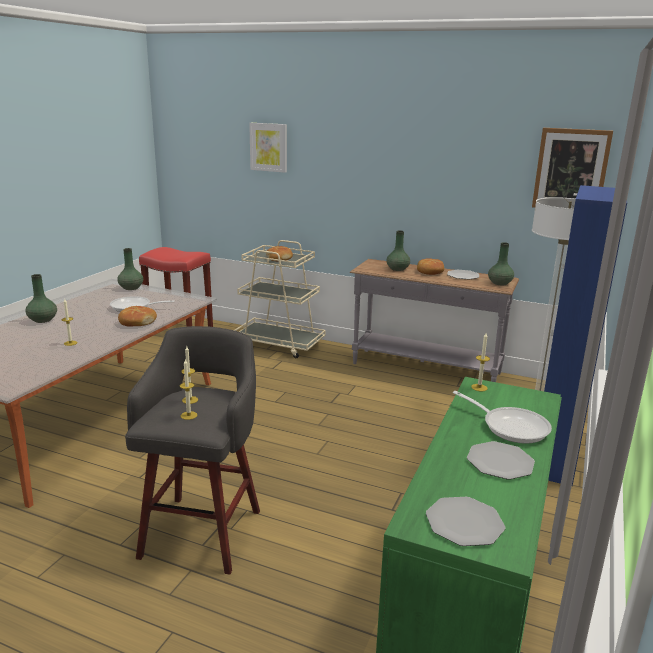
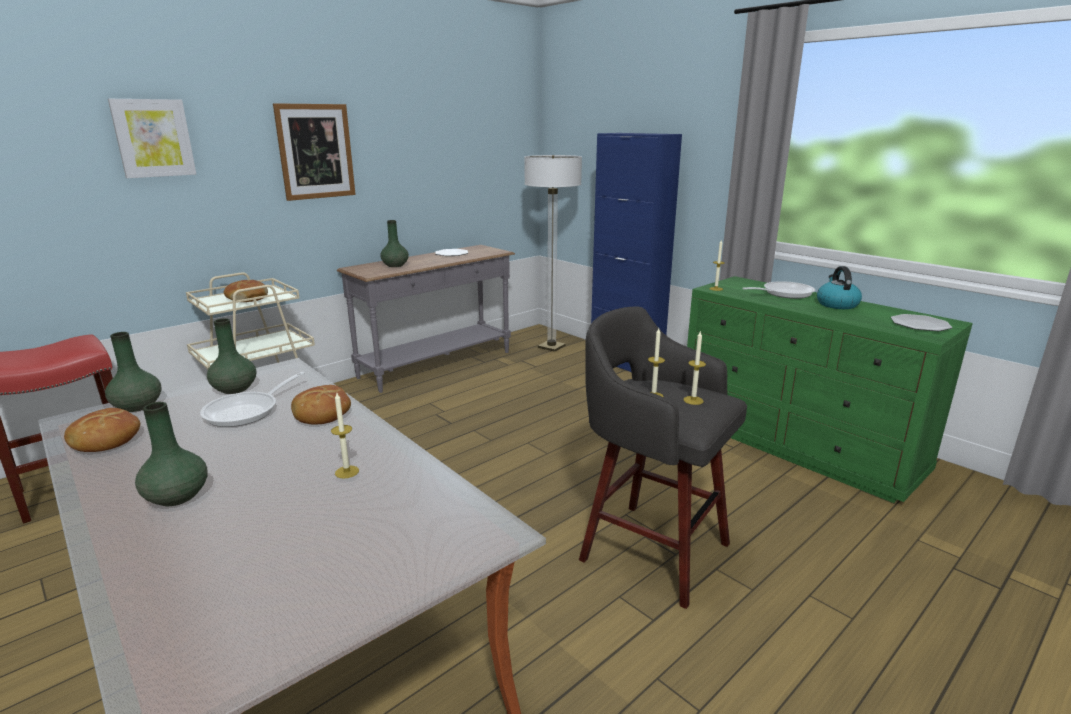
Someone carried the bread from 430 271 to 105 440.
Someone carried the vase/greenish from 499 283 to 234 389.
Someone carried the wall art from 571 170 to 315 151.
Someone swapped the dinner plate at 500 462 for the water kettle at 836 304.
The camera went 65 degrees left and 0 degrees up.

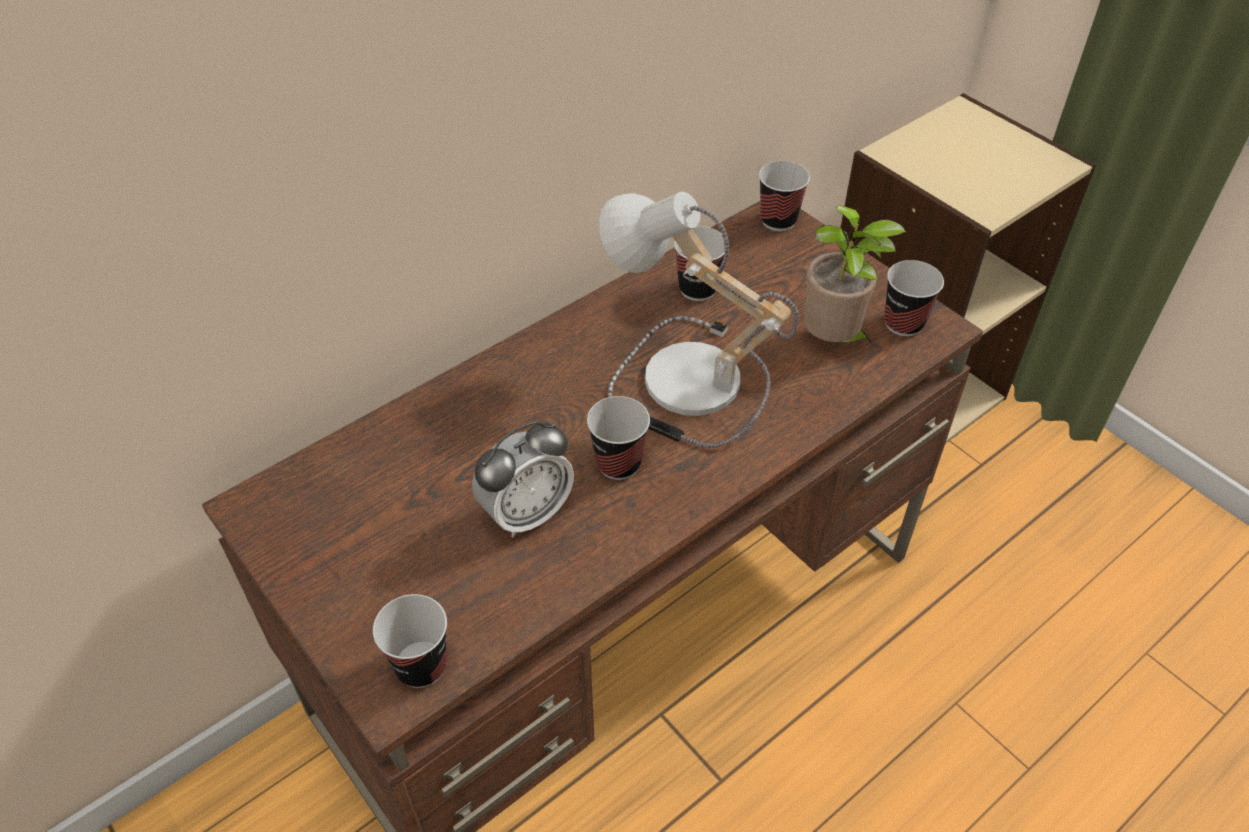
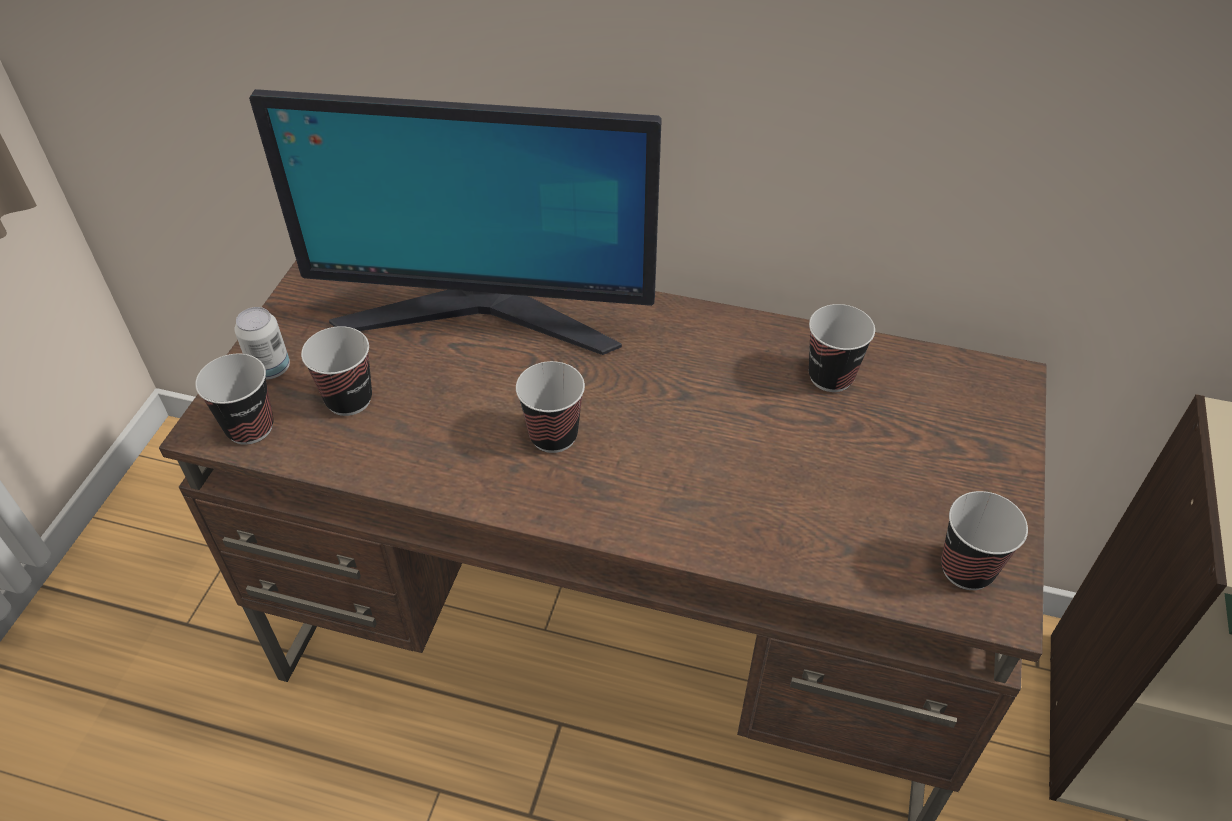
Someone took away the table clock at 526 513.
Someone took away the lamp for a table at 681 384.
Someone took away the potted plant at 833 341.
Someone put down the can at 270 369.
Someone put down the monitor at 483 314.
Someone carried the drinking cup from 778 220 to 349 399.
The camera went 55 degrees right and 0 degrees up.

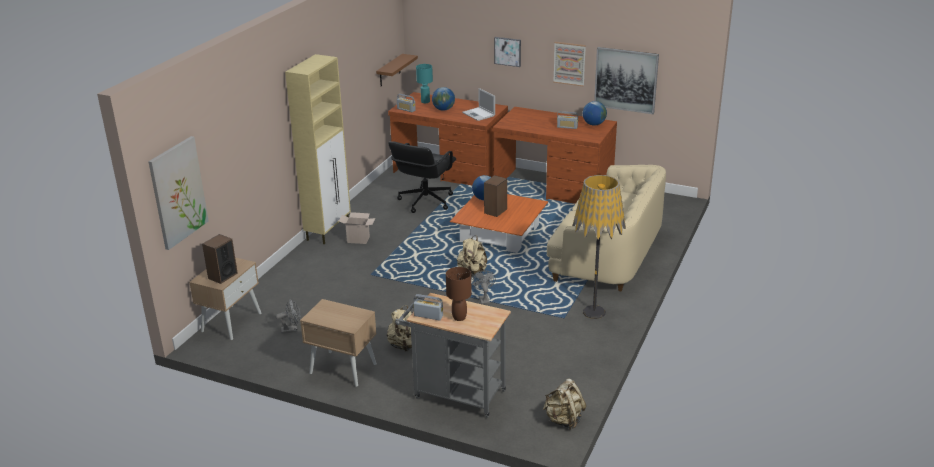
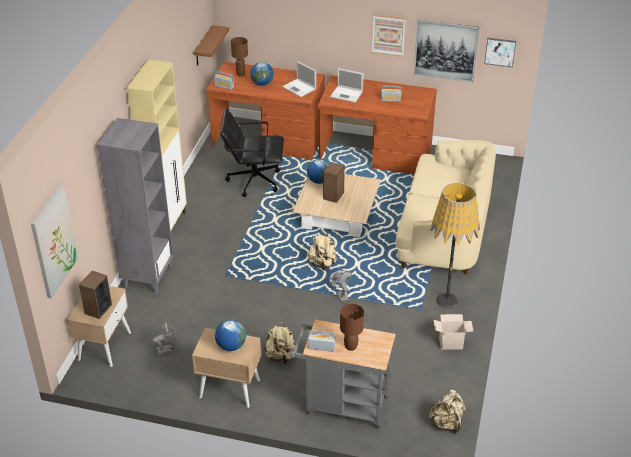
Someone put down the shelving unit/gray at 147 277.
Someone put down the notebook computer at 347 94.
Someone carried the carton from 359 239 to 451 343.
Someone carried the wall art from 508 51 to 500 51.
Someone carried the desk globe from 594 124 to 231 346.
Someone repainted the lamp for a table/turquoise-coloured at 425 101, which became the lamp for a table/brown-coloured at 241 74.
Someone repainted the coffee table/orange at 500 233, which became the coffee table/beige-coloured at 337 215.
Someone rotated the desk chair/blackish at 425 201 by 75 degrees clockwise.
The camera went 10 degrees left and 10 degrees up.

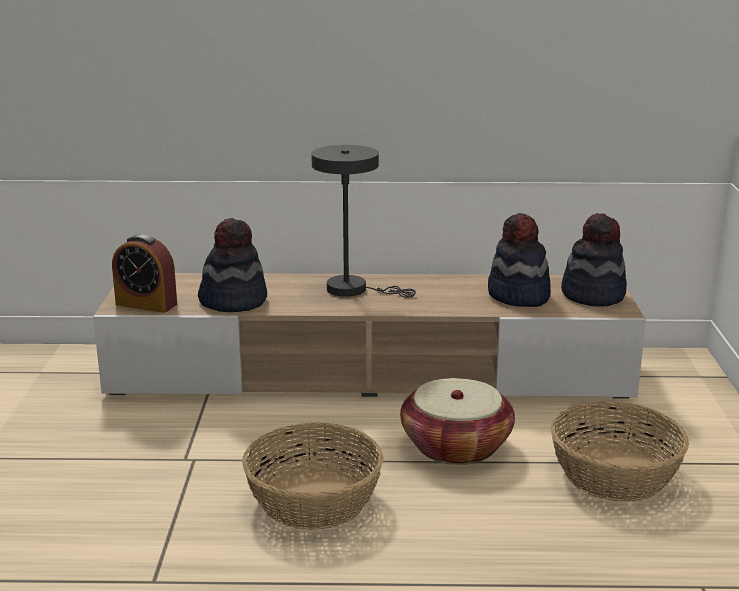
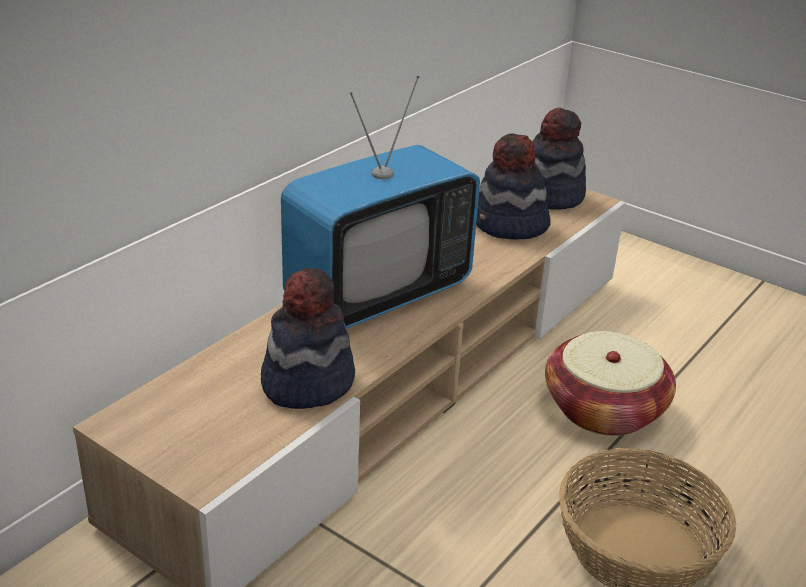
Someone took away the table clock at 146 304.
Someone took away the basket at 615 475.
Someone swapped the lamp for a table/gray at 354 289 for the TV at 378 294.
The camera went 55 degrees left and 10 degrees up.

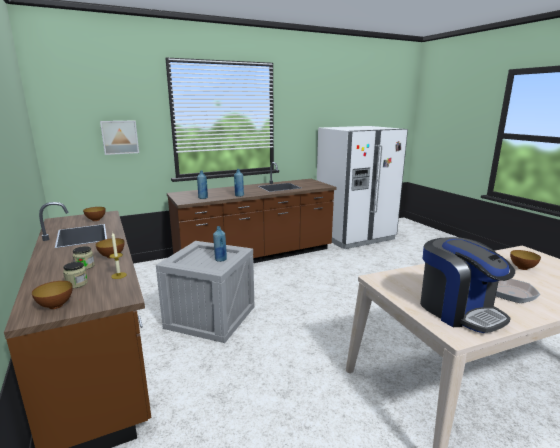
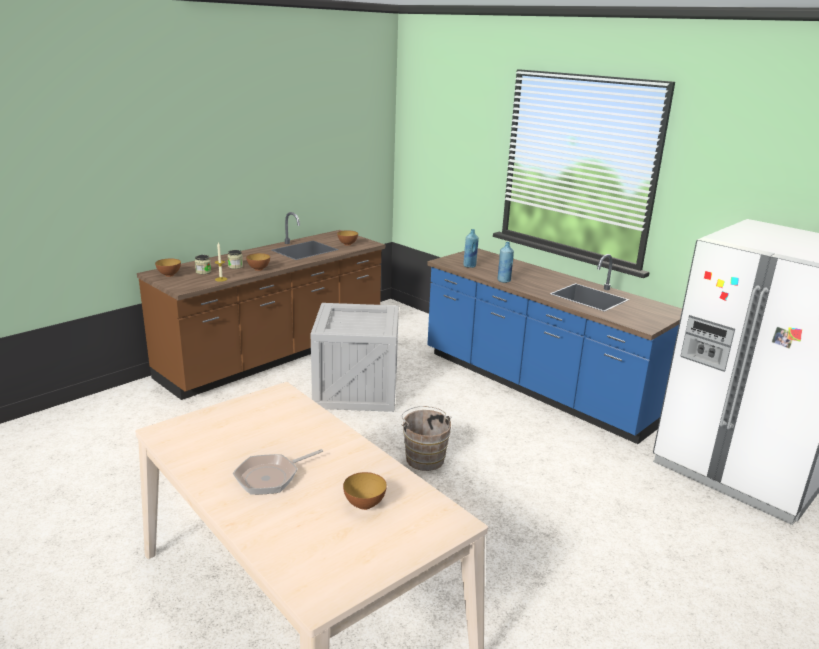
Someone took away the wall art at 120 137.
Someone took away the bottle/bluish at 220 259.
Someone took away the coffee maker at 458 310.
Someone put down the bucket/brown-coloured at 424 458.
Someone repainted the counter/brown-coloured at 255 256, which became the counter/bluish at 537 387.
The camera went 70 degrees right and 5 degrees up.

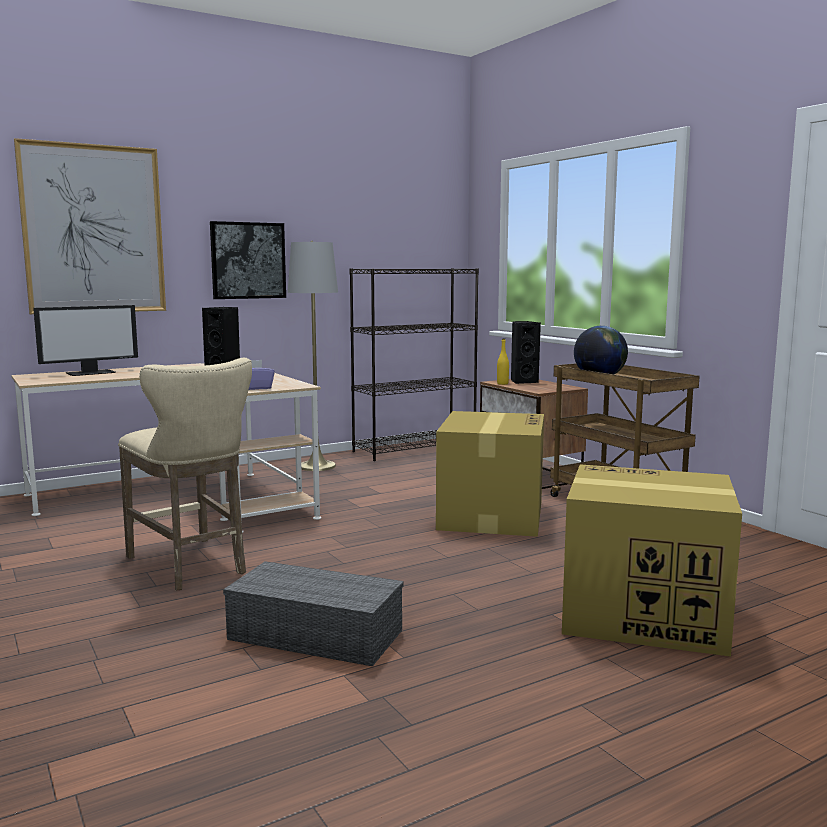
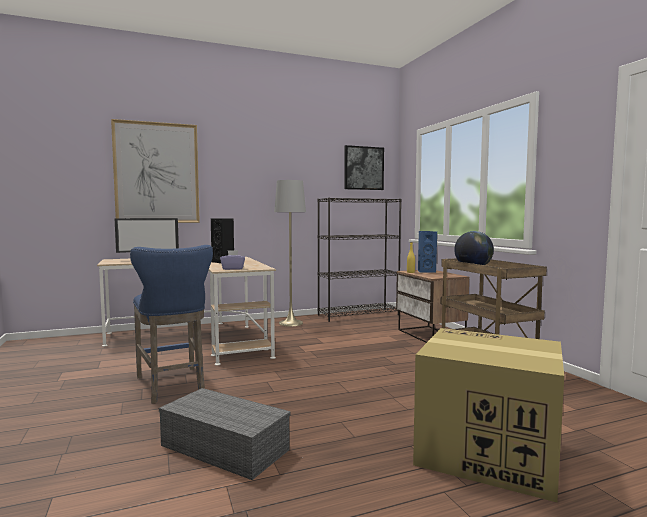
Someone took away the carton at 491 515.
Someone carried the wall art from 248 260 to 363 168.
Someone repainted the stool/beige-coloured at 191 566, which became the stool/bluish at 172 386.
Someone repainted the speaker/blackish at 523 381, which became the speaker/bluish at 425 271.
The camera went 10 degrees right and 5 degrees down.

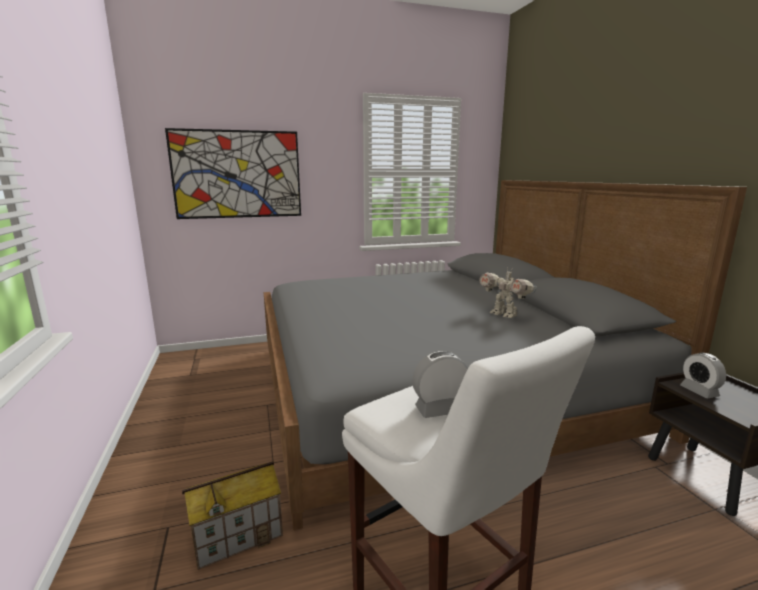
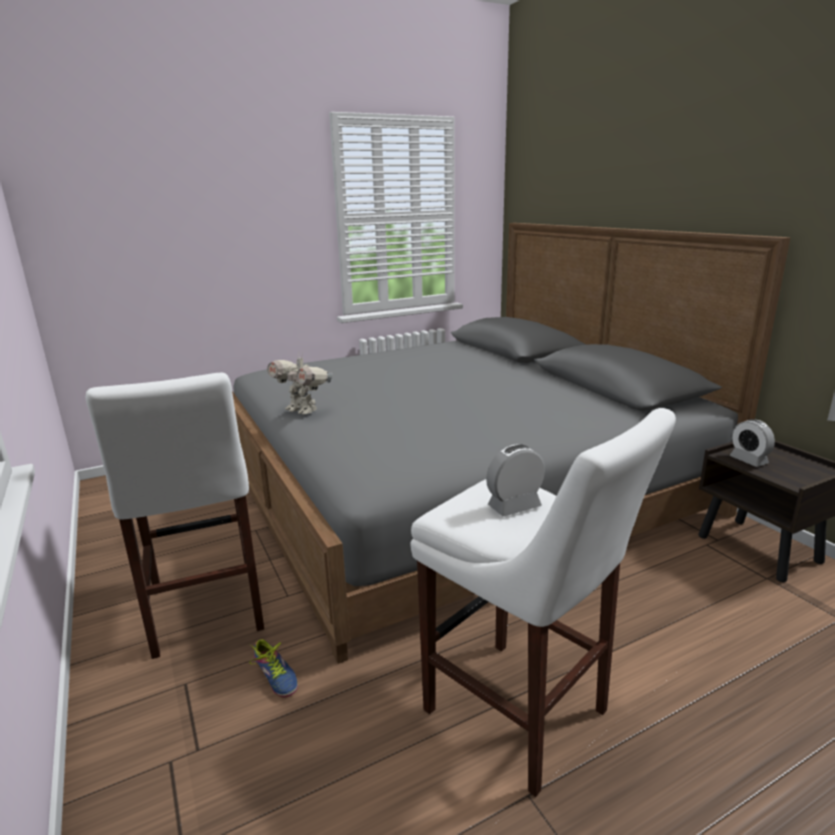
Someone took away the wall art at 237 174.
Someone put down the stool/whitish at 206 614.
Someone carried the toy robot from 504 315 to 303 410.
Someone swapped the miniature house at 237 534 for the low shoe at 273 677.
The camera went 10 degrees left and 5 degrees up.

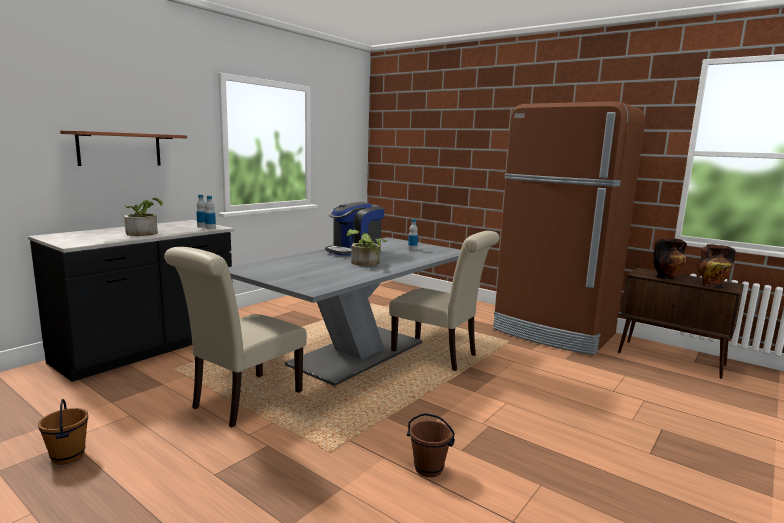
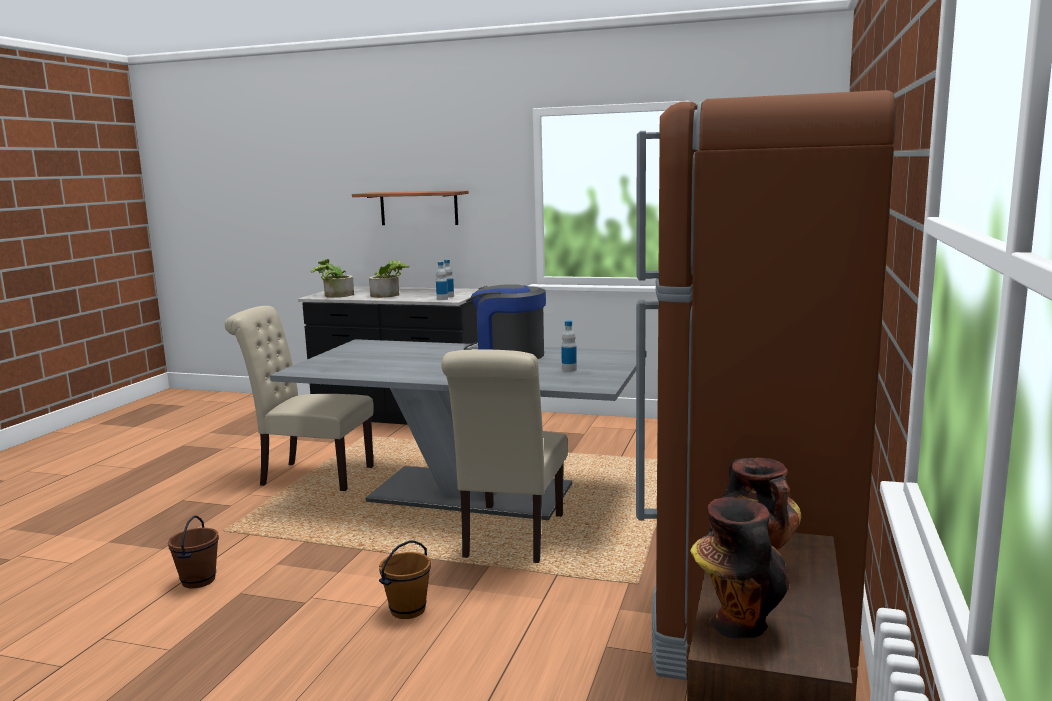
Someone carried the bucket/brown-coloured from 67 456 to 407 610.
Someone carried the potted plant from 365 263 to 334 295.
The camera went 70 degrees right and 0 degrees up.

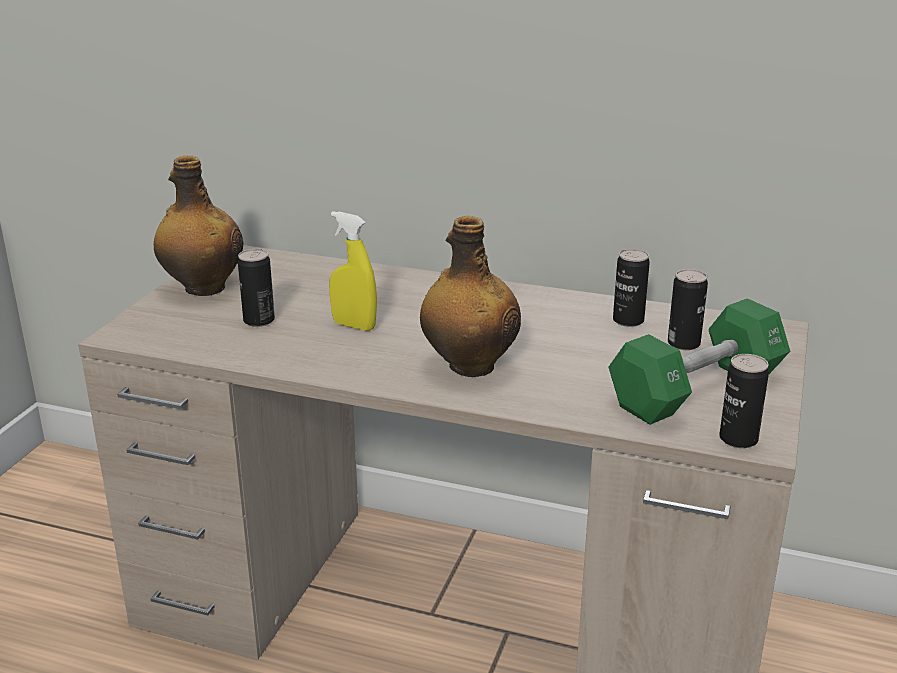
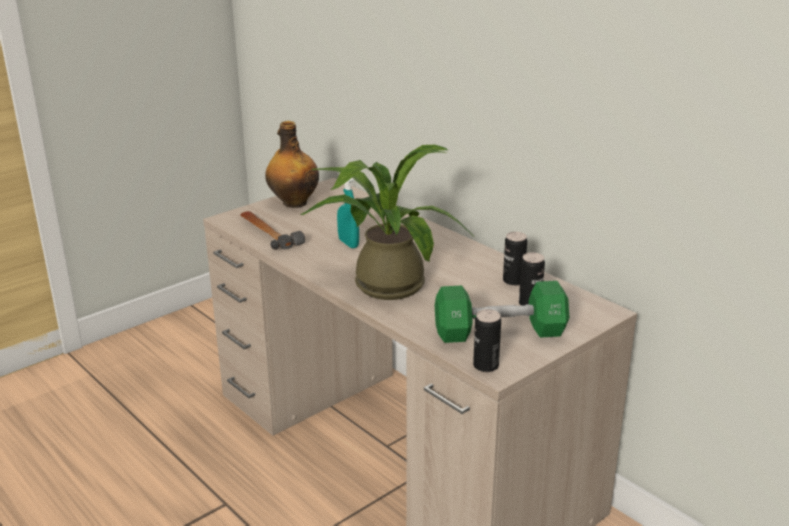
Someone took away the can at 259 320.
Someone put down the hammer at 268 233.
Someone swapped the bottle at 469 366 for the potted plant at 384 282.
Someone repainted the sprayer/yellow-coloured at 354 326, which became the sprayer/turquoise-coloured at 348 243.
The camera went 30 degrees right and 0 degrees up.

